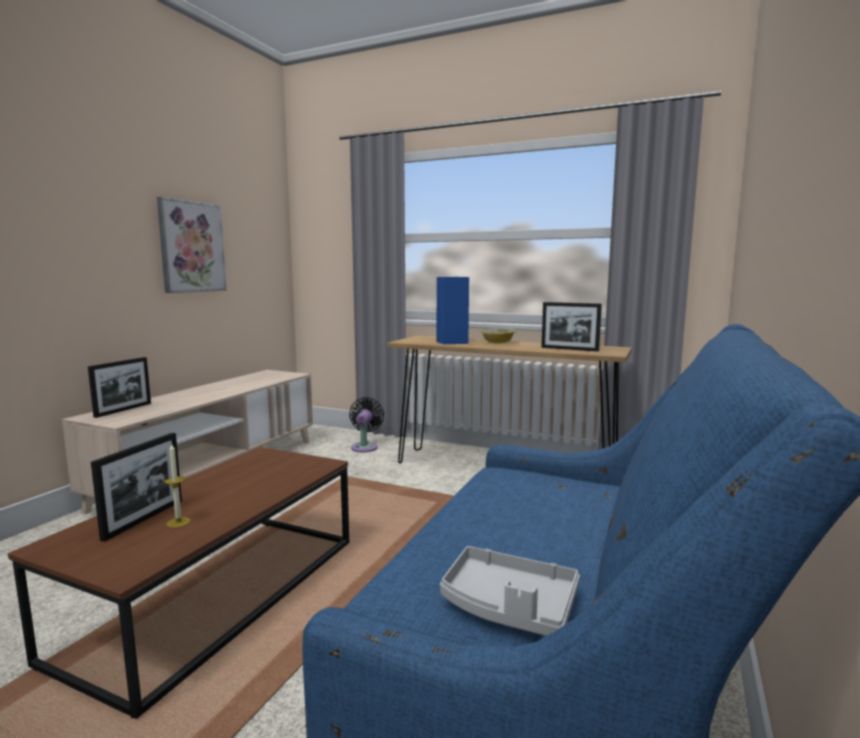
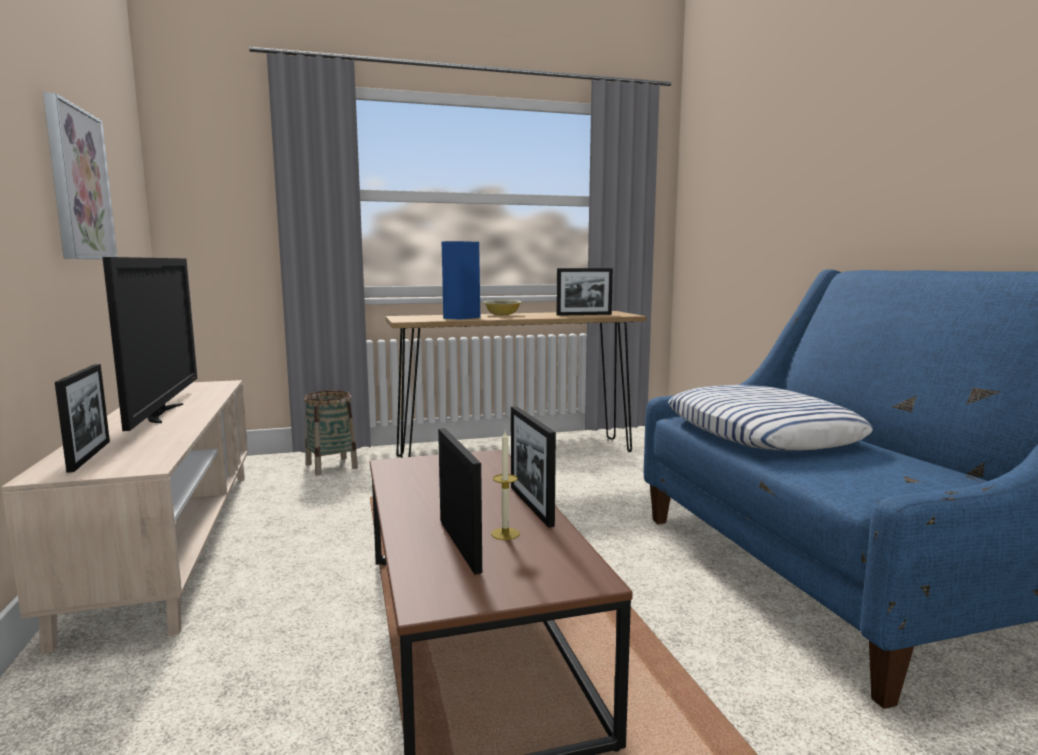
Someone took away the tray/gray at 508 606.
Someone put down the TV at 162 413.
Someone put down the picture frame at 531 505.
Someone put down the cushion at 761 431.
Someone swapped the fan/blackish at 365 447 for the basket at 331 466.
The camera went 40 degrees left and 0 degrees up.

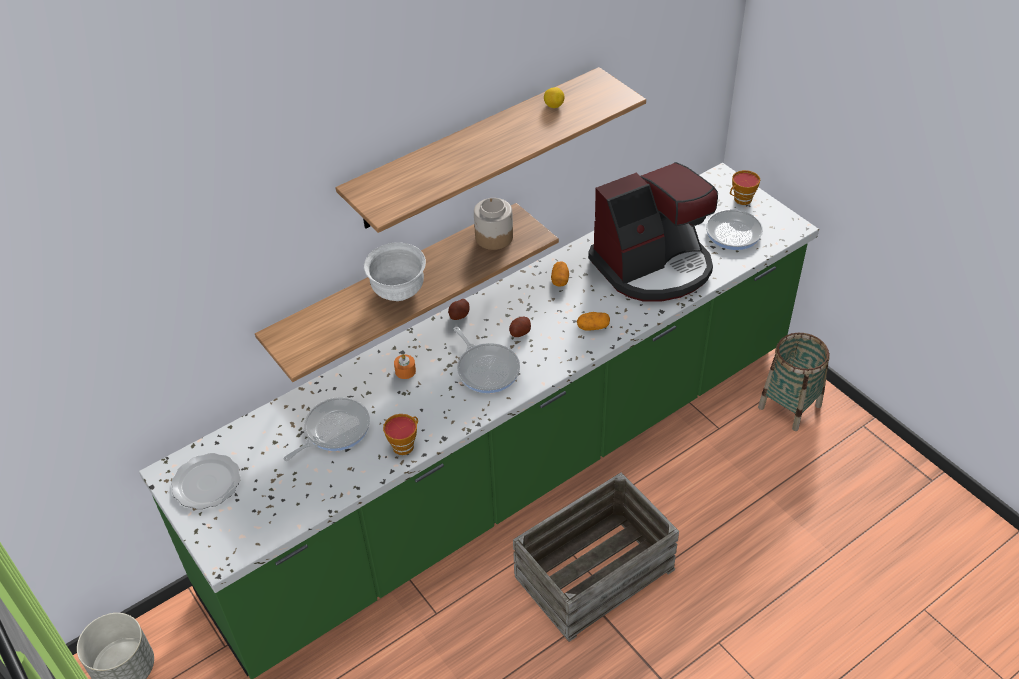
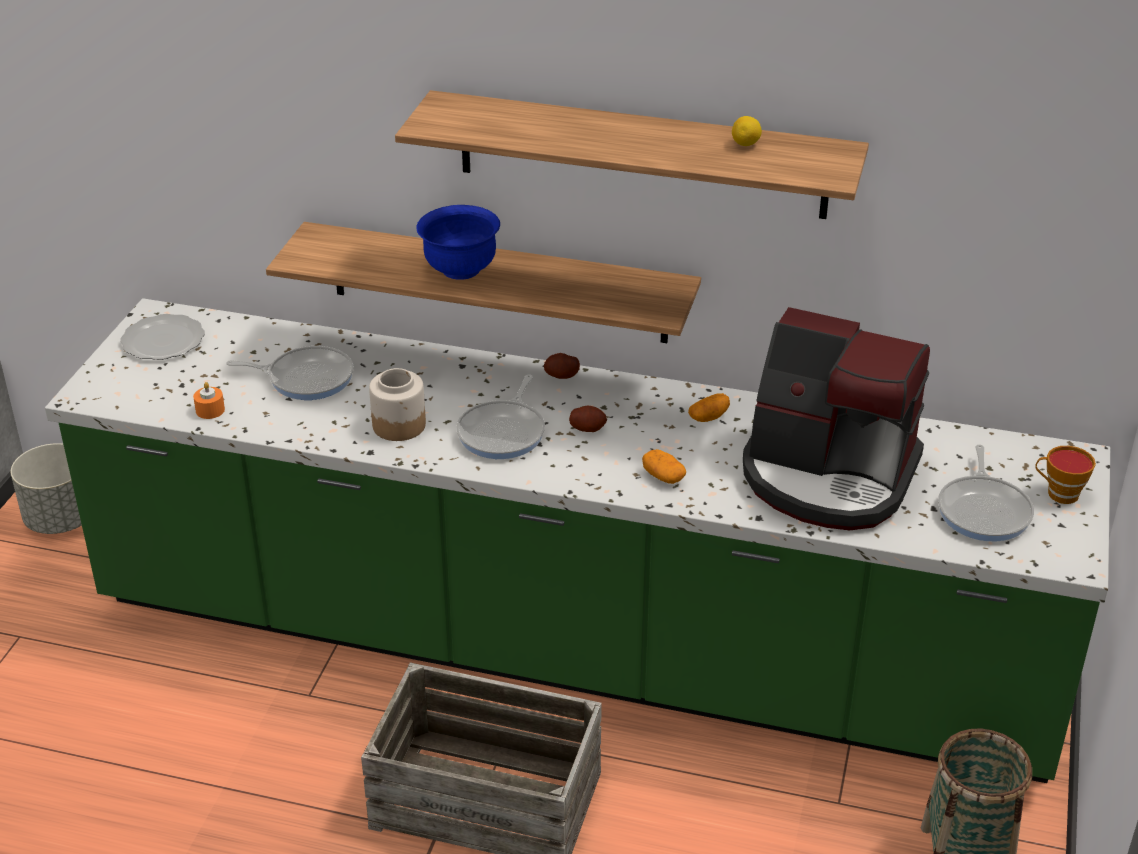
Someone took away the drinking cup at 405 444.
Someone carried the wax light/orange from 405 371 to 210 410.
Someone carried the jar from 494 237 to 399 425.
Someone repainted the serving bowl/whitish at 398 291, which became the serving bowl/bluish at 460 269.
The camera went 50 degrees right and 10 degrees down.

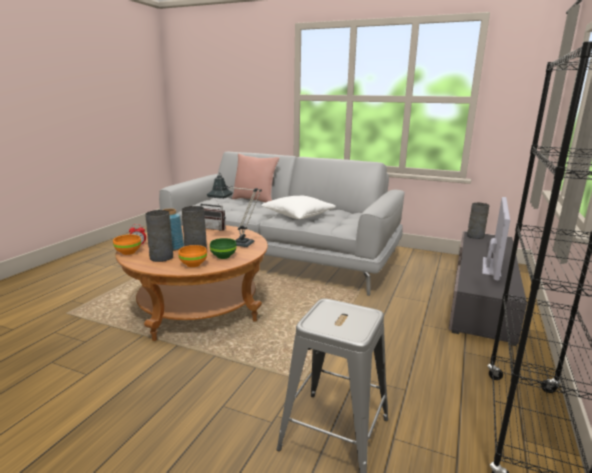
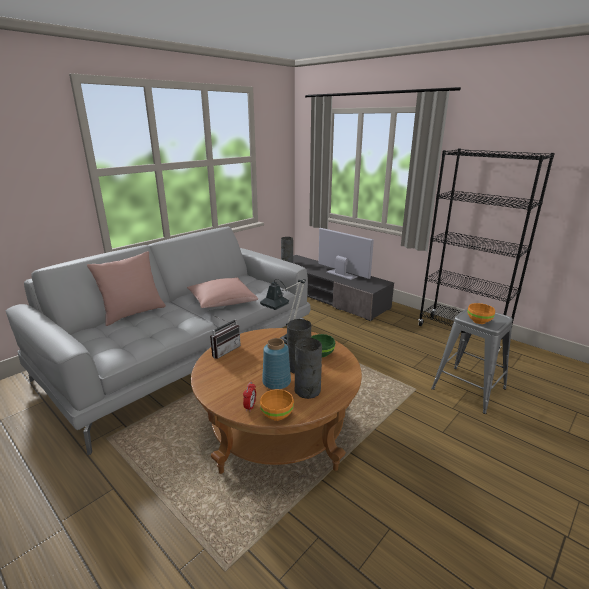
Someone carried the serving bowl/orange from 193 264 to 478 321.
Someone repainted the cushion/whitish at 298 216, which became the cushion/pinkish at 222 302.
The camera went 70 degrees left and 5 degrees up.

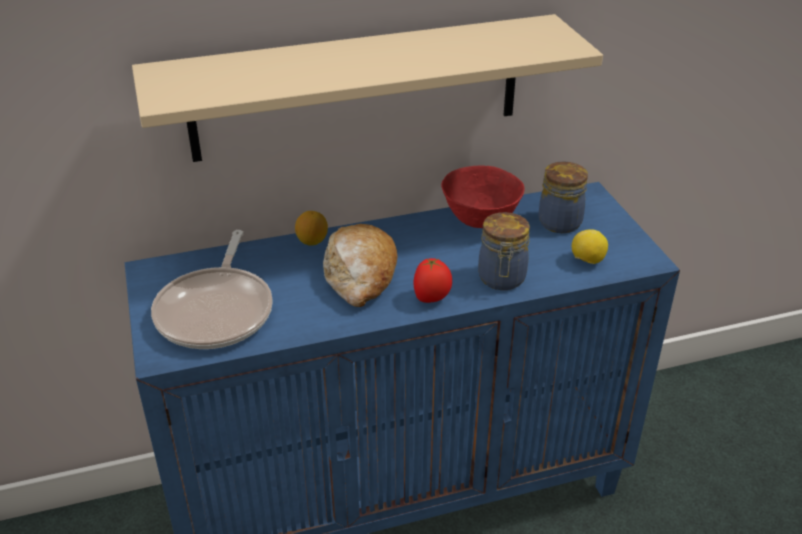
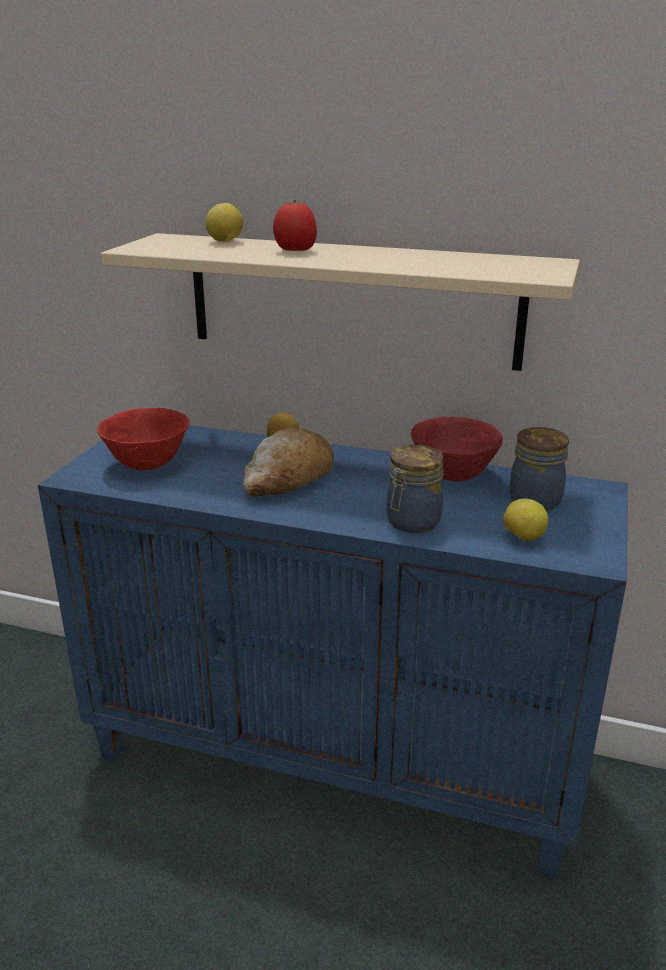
Someone put down the lemon at 225 241.
Someone carried the whole tomato from 432 299 to 295 251.
Someone swapped the skillet at 217 311 for the serving bowl/red at 148 464.
The camera went 35 degrees right and 10 degrees down.

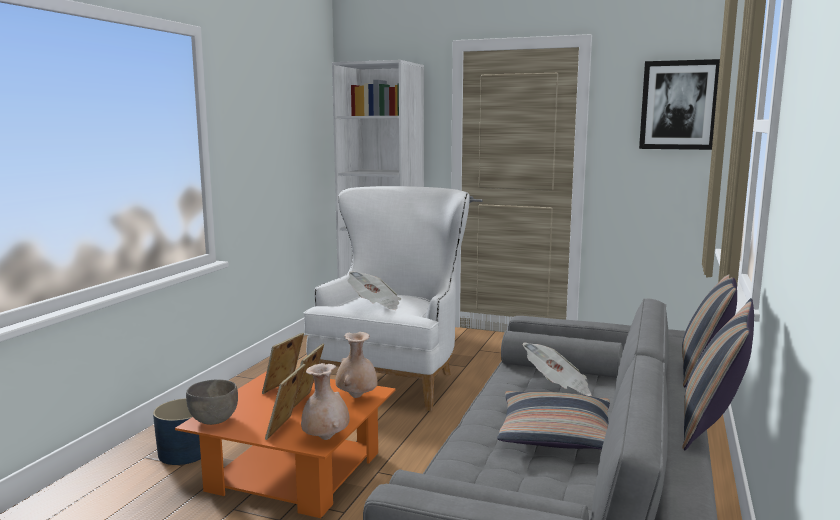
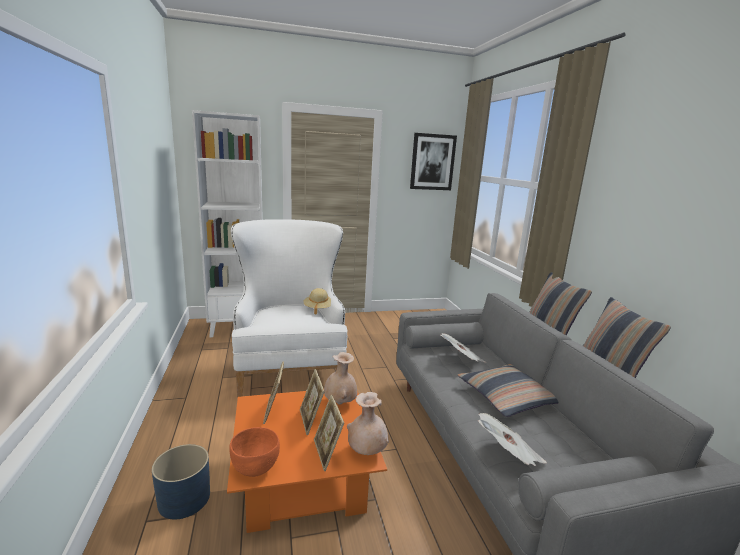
Someone put down the wearable hat/beige-coloured at 318 308.
Someone carried the printed paper from 375 305 to 508 455.
Someone repainted the serving bowl/gray at 214 420, which became the serving bowl/orange at 256 468.
The camera went 35 degrees left and 5 degrees up.

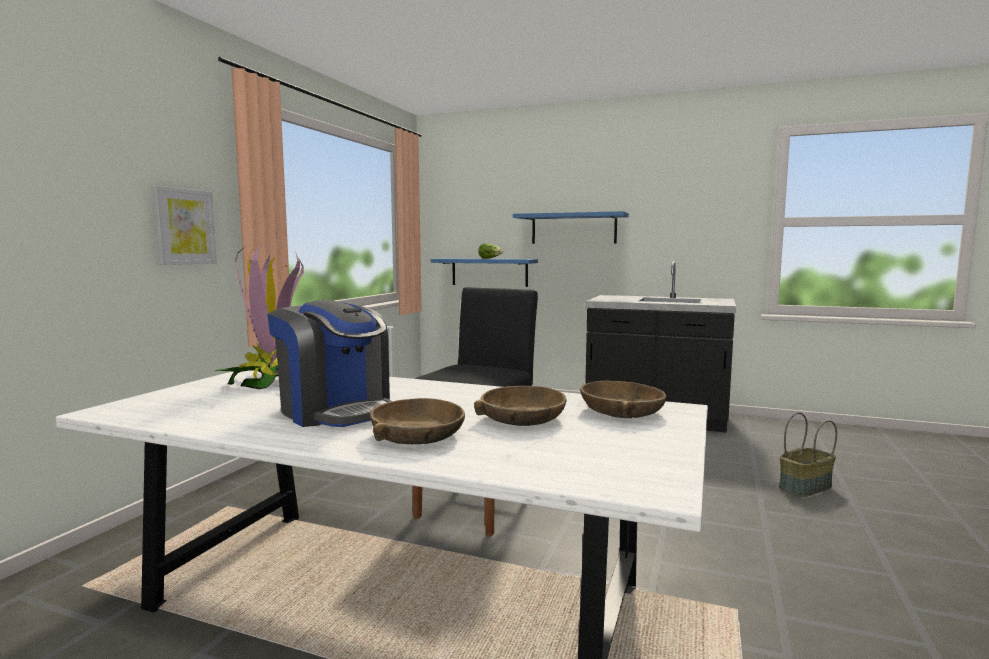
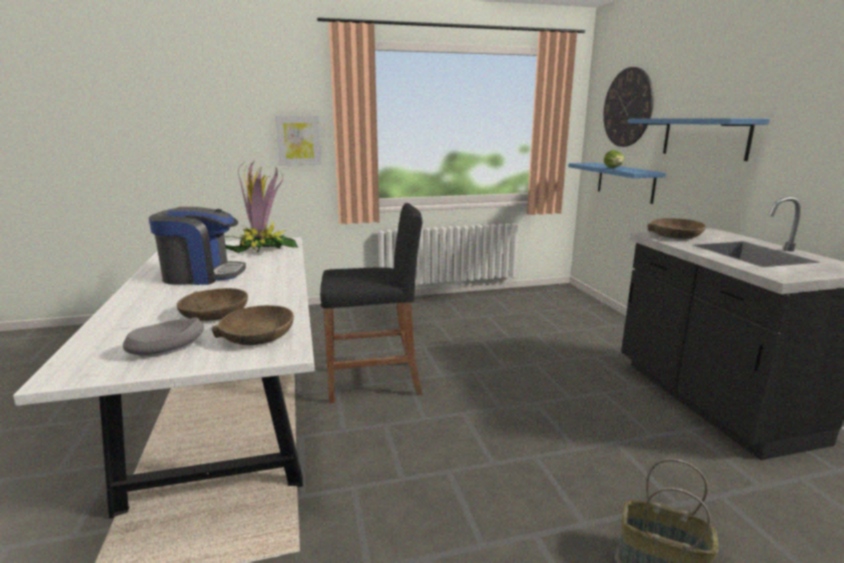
Someone put down the serving bowl/gray at 167 349.
Someone put up the clock on the wall at 627 107.
Someone carried the serving bowl/brown-coloured from 417 435 to 675 236.
Someone rotated the coffee maker at 336 411 by 105 degrees counterclockwise.
The camera went 55 degrees right and 10 degrees up.

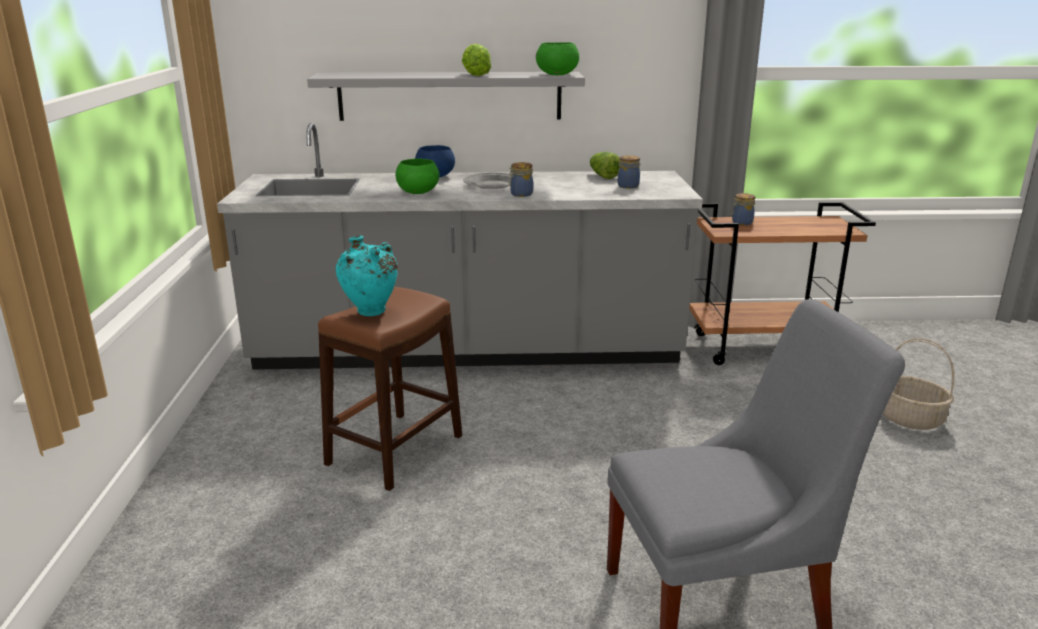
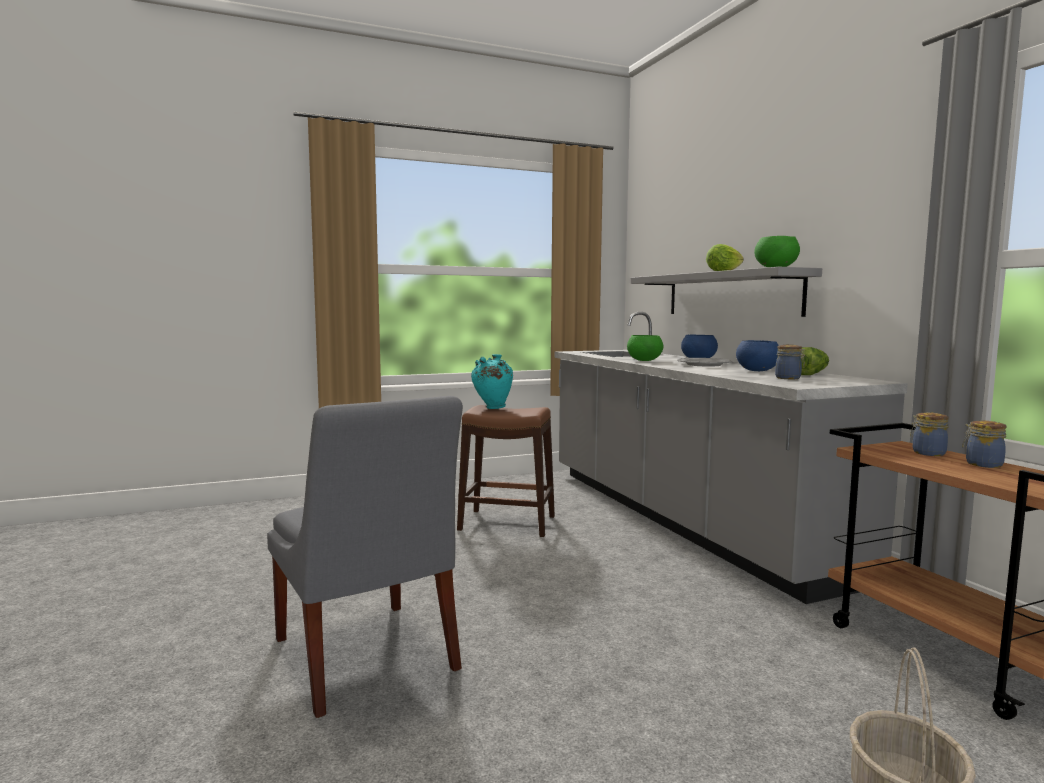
Someone put down the serving bowl/bluish at 757 370.
Someone carried the jar from 520 194 to 982 464.
The camera went 70 degrees right and 15 degrees down.

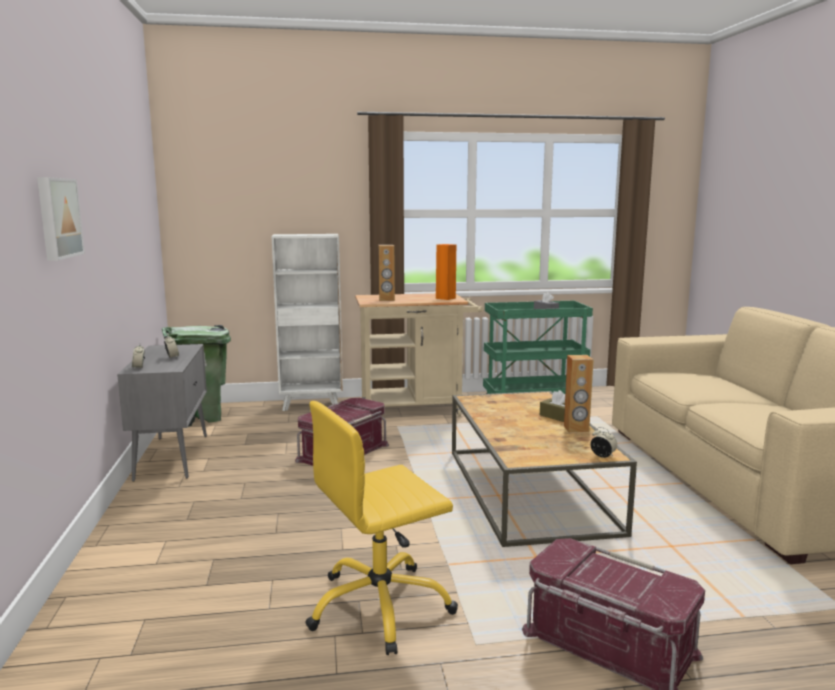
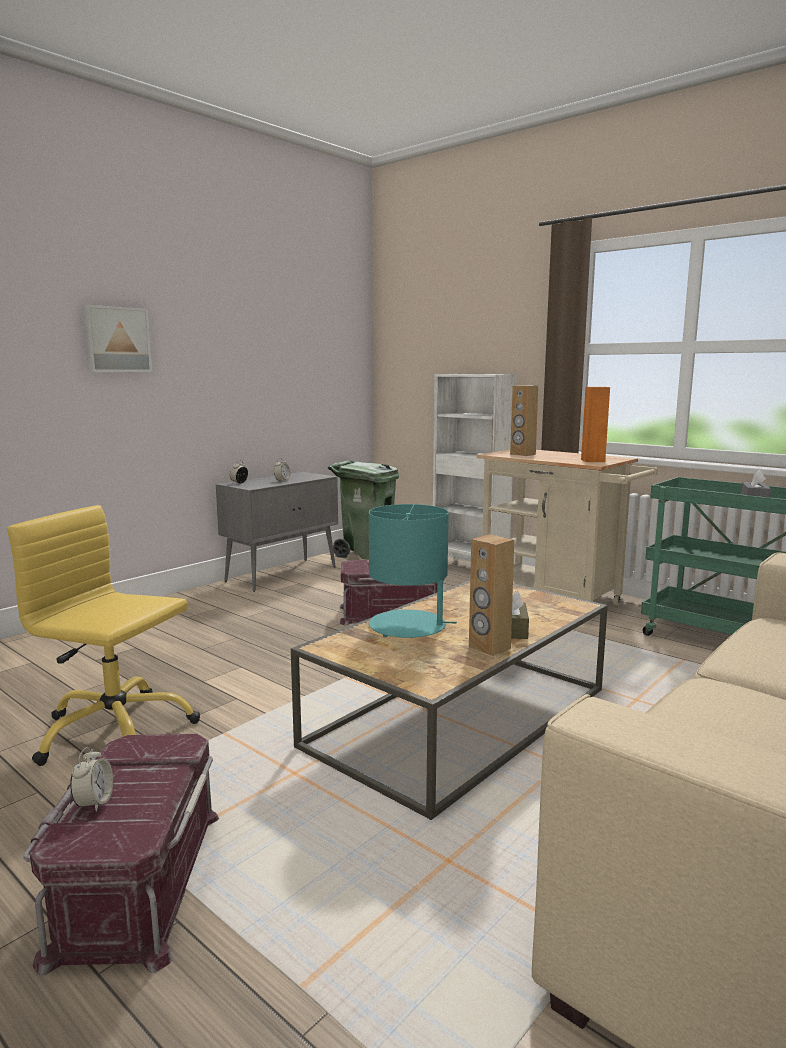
Someone put down the lamp for a table/turquoise-coloured at 408 626.
Someone carried the table clock from 602 456 to 94 803.
The camera went 50 degrees right and 0 degrees up.

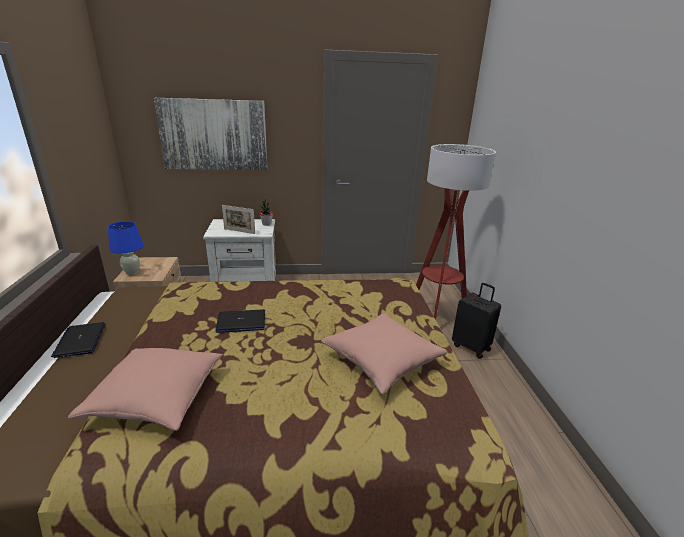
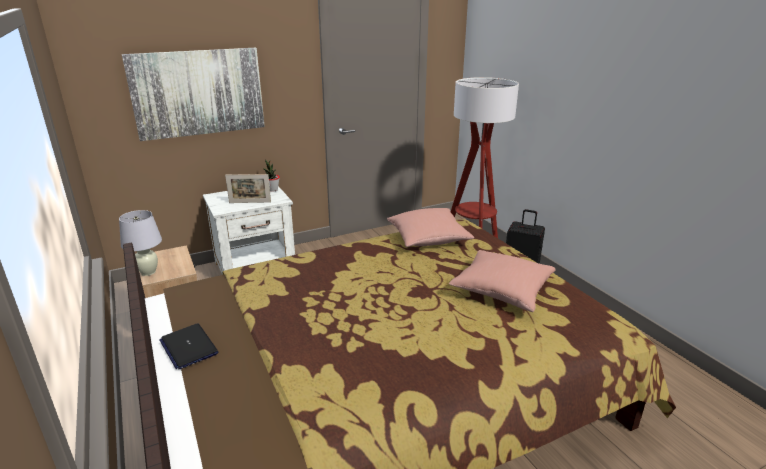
Someone took away the notebook computer at 241 322.
Someone carried the cushion/pinkish from 157 398 to 428 238.
Someone repainted the lamp for a table/bluish at 132 272, which became the lamp for a table/whitish at 148 272.
The camera went 20 degrees left and 0 degrees up.

